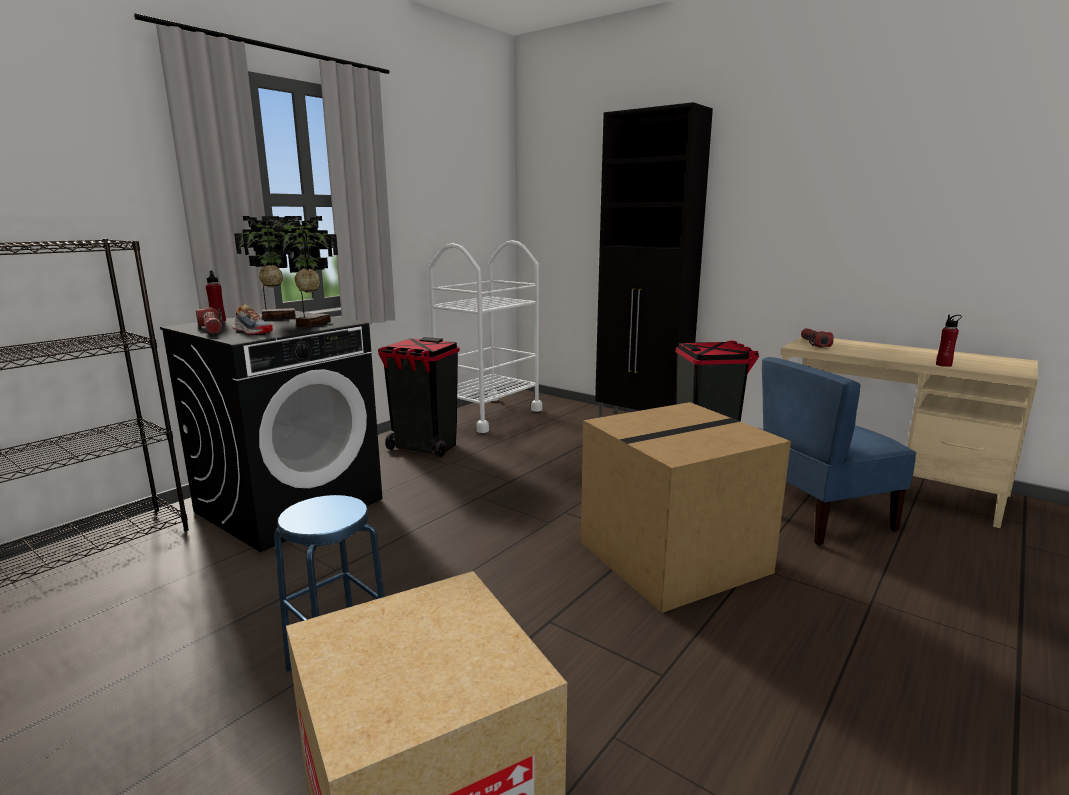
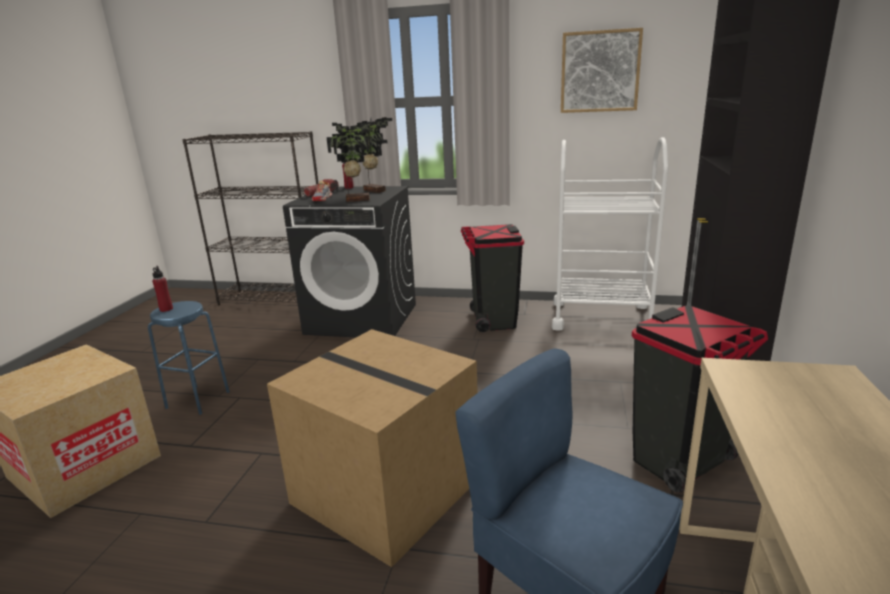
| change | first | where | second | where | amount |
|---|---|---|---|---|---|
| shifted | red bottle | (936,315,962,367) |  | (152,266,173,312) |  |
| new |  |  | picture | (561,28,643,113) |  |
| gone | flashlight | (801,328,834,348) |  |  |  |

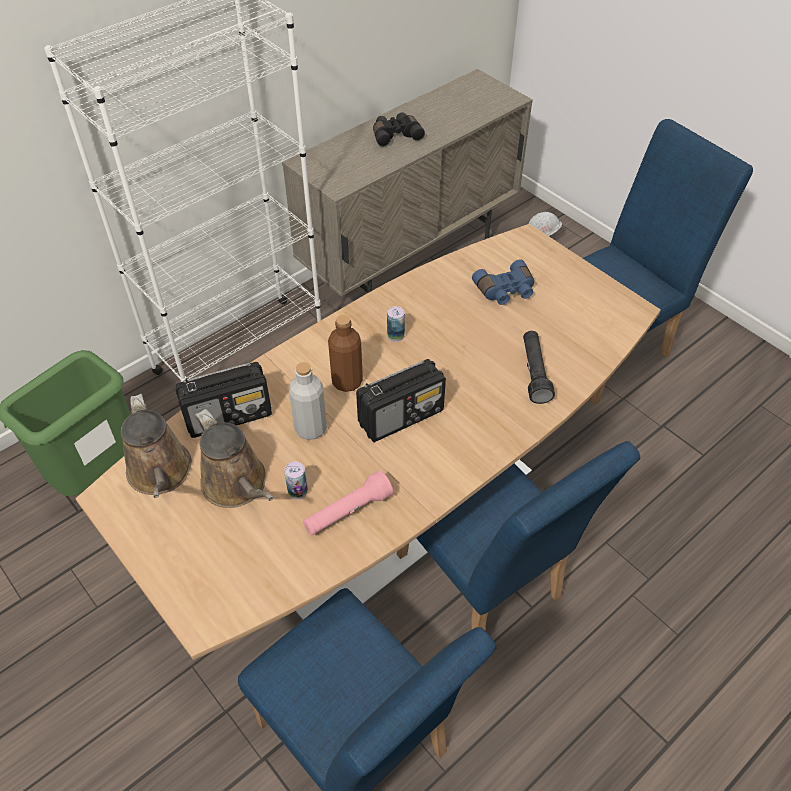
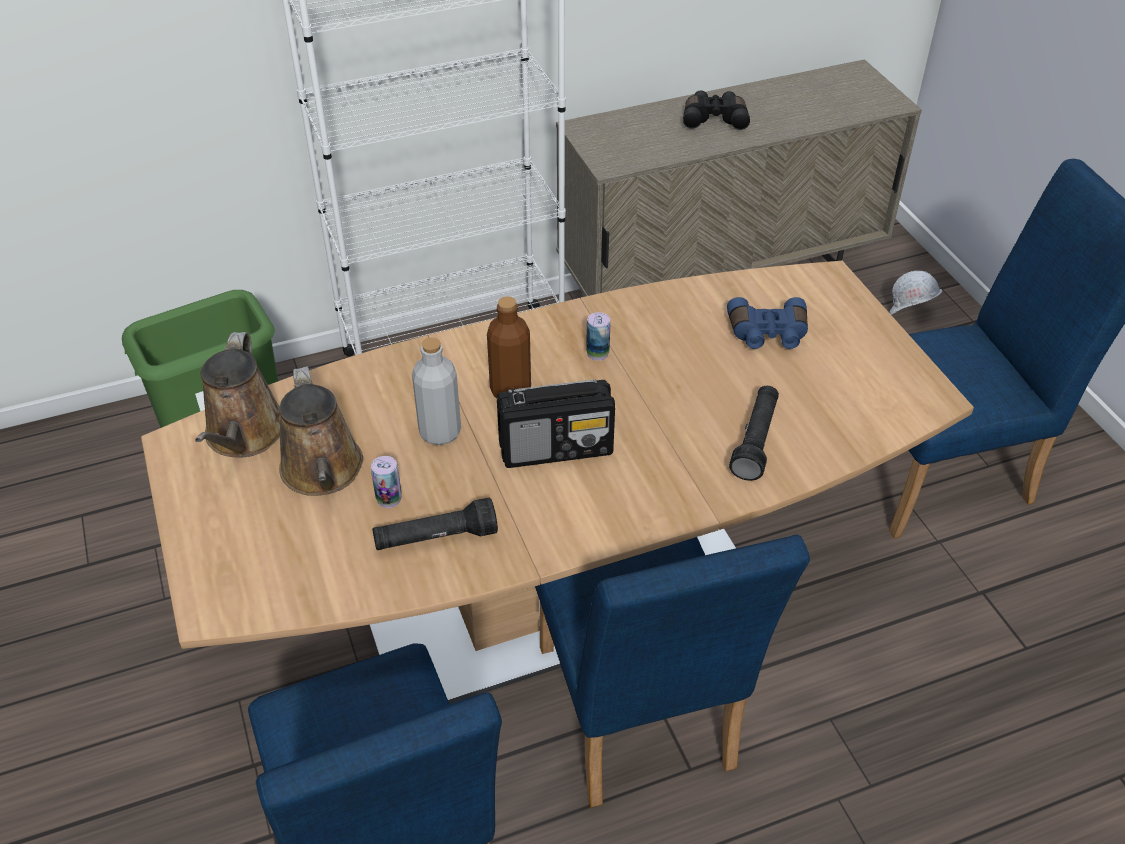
| change | first | where | second | where | amount |
|---|---|---|---|---|---|
| repainted | pink flashlight | (303,471,393,535) | black flashlight | (372,497,498,550) |  |
| gone | radio | (175,362,272,438) |  |  |  |

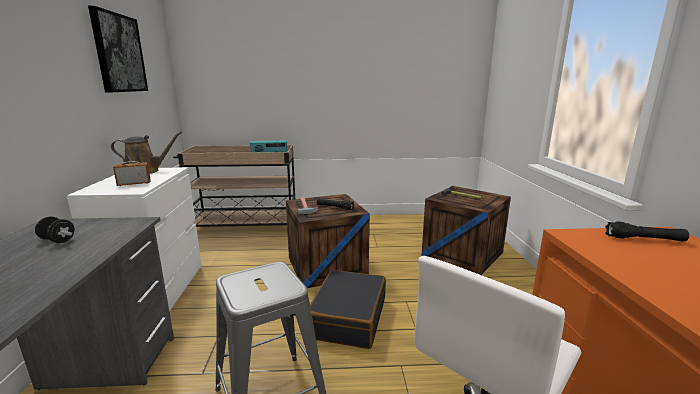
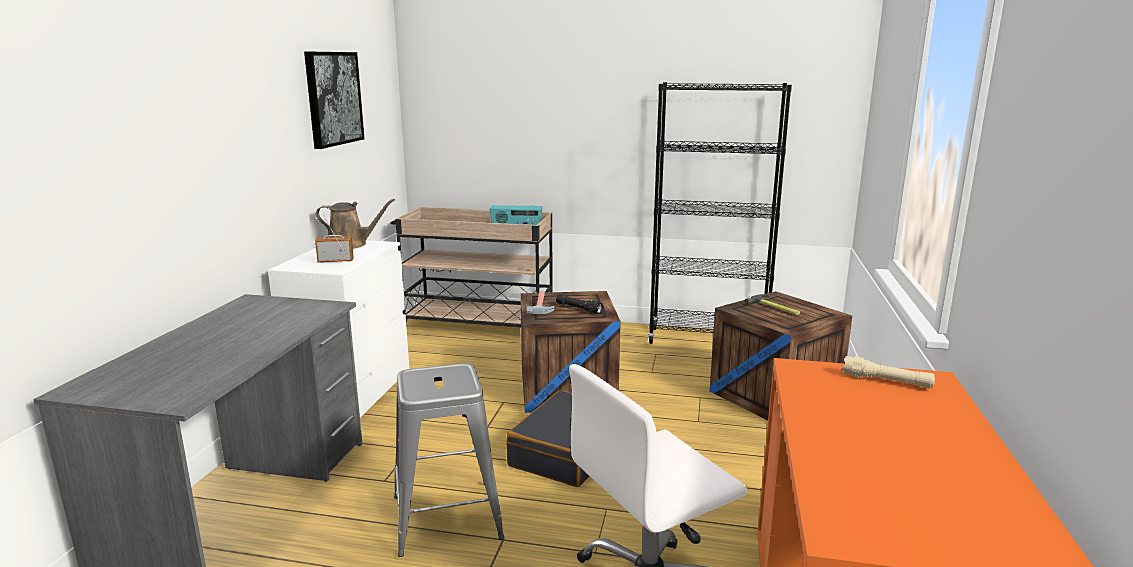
| change | first | where | second | where | amount |
|---|---|---|---|---|---|
| new |  |  | black bookcase | (648,82,792,344) |  |
| repainted | black flashlight | (605,221,689,242) | beige flashlight | (842,356,935,389) |  |
| gone | black dumbbell | (35,216,75,243) |  |  |  |

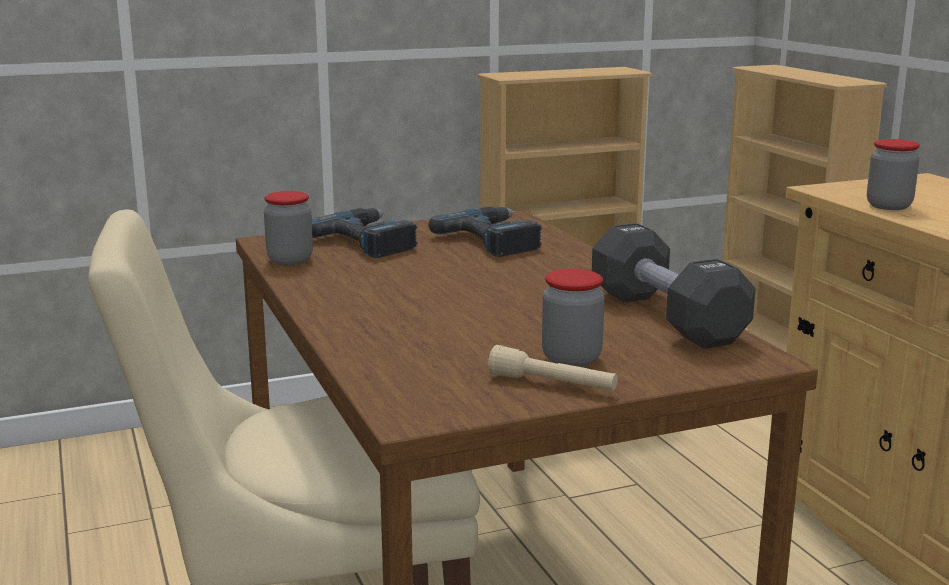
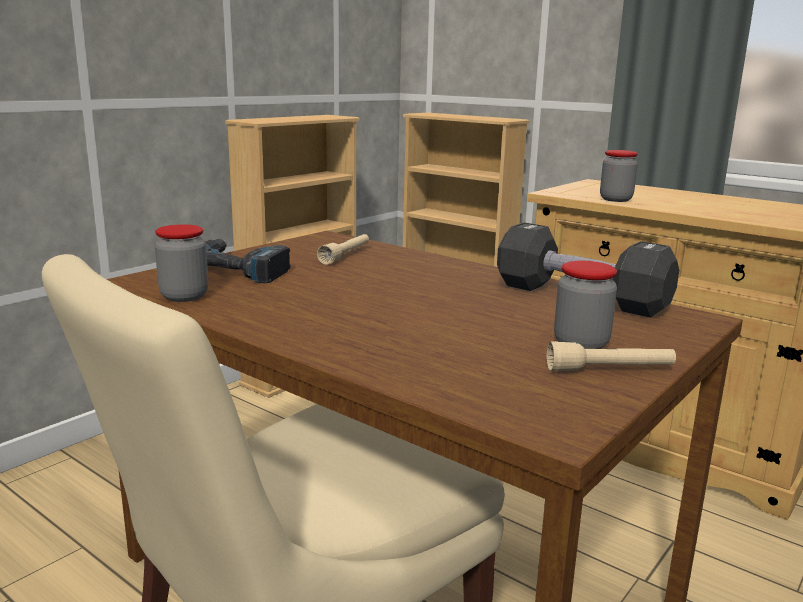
| change | first | where | second | where | amount |
|---|---|---|---|---|---|
| swapped | power drill | (428,207,542,257) | beige flashlight | (317,234,369,265) |  |

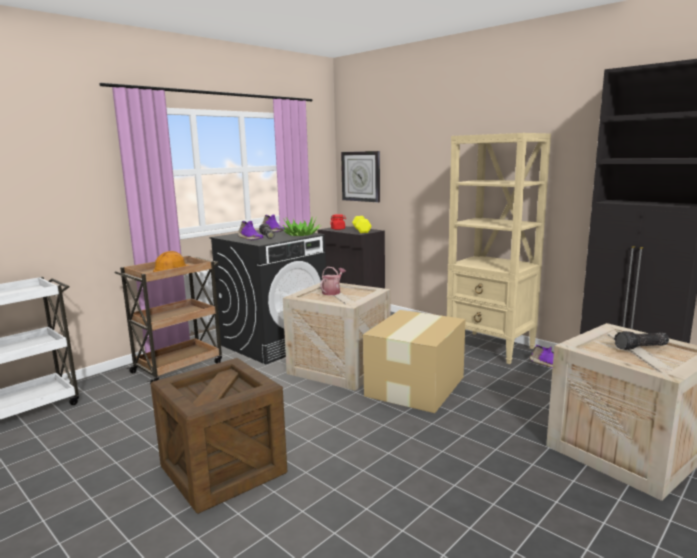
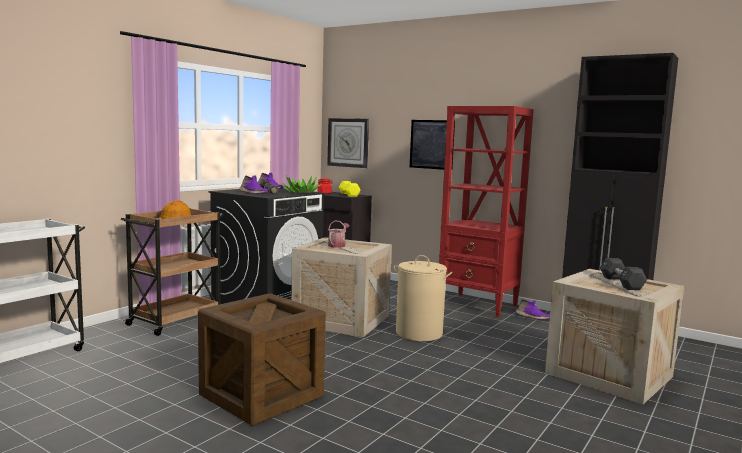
| change | first | where | second | where | amount |
|---|---|---|---|---|---|
| swapped | cardboard box | (363,310,466,413) | beige laundry basket | (394,255,452,341) |  |
| new |  |  | picture | (410,120,455,170) |  |
| repainted | beige bookcase | (447,133,551,364) | red bookcase | (439,106,534,317) |  |
| swapped | flashlight | (614,331,669,350) | black dumbbell | (600,258,647,290) |  |

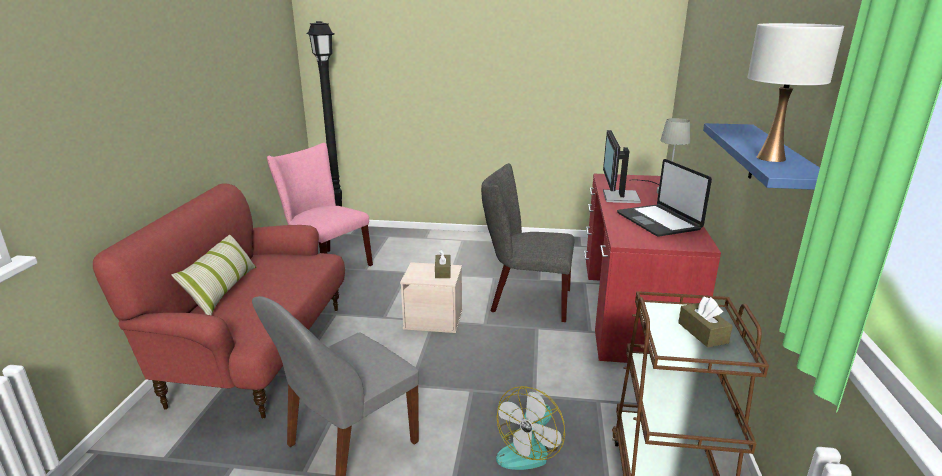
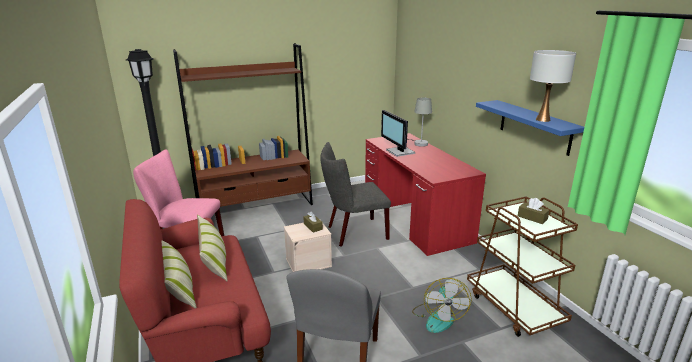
| change | first | where | second | where | amount |
|---|---|---|---|---|---|
| new |  |  | brown bookcase | (173,43,313,207) |  |
| new |  |  | pillow | (197,215,228,281) |  |
| gone | laptop | (617,159,712,236) |  |  |  |

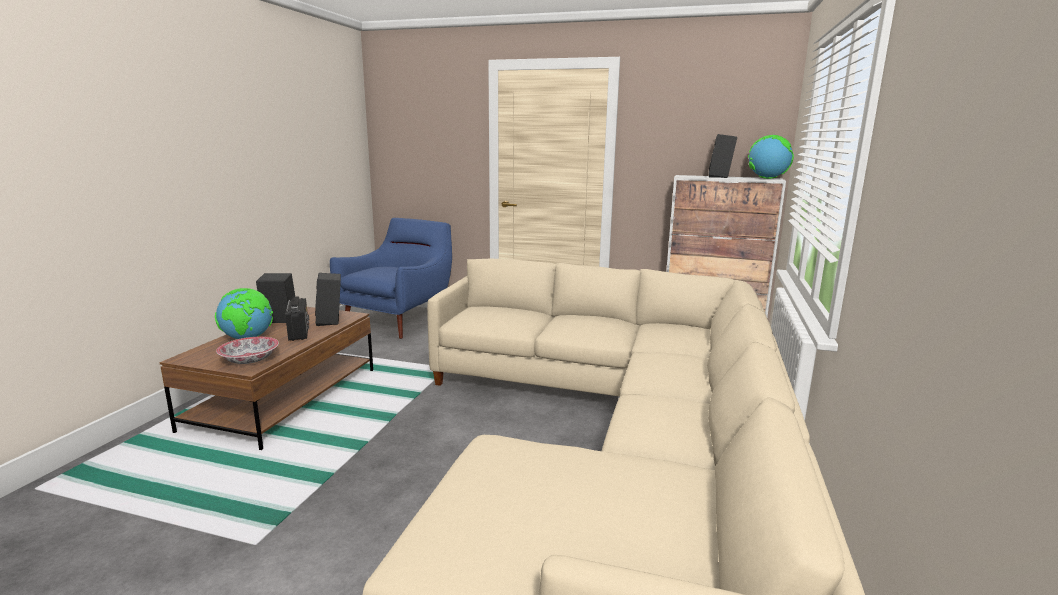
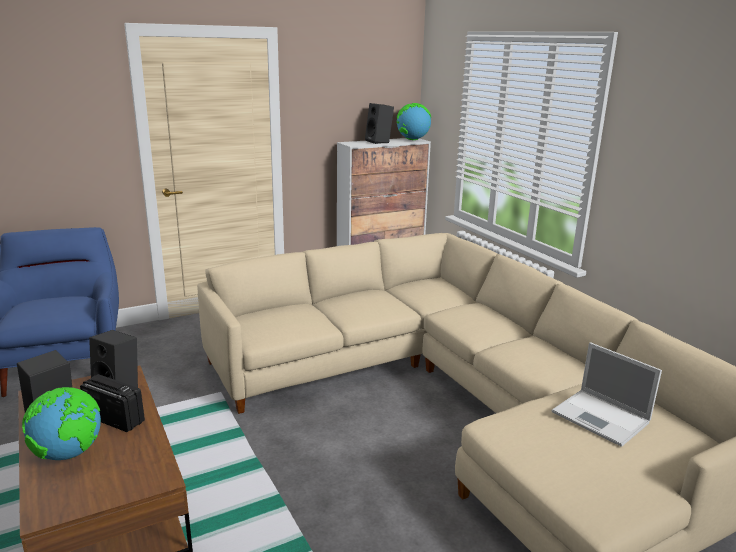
| change | first | where | second | where | amount |
|---|---|---|---|---|---|
| new |  |  | laptop | (552,342,662,447) |  |
| gone | bowl | (216,337,279,364) |  |  |  |

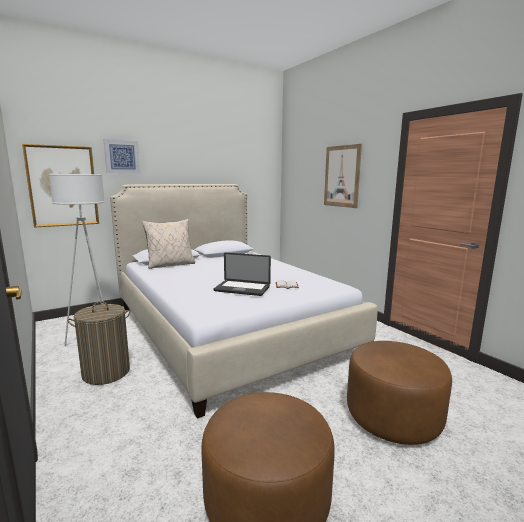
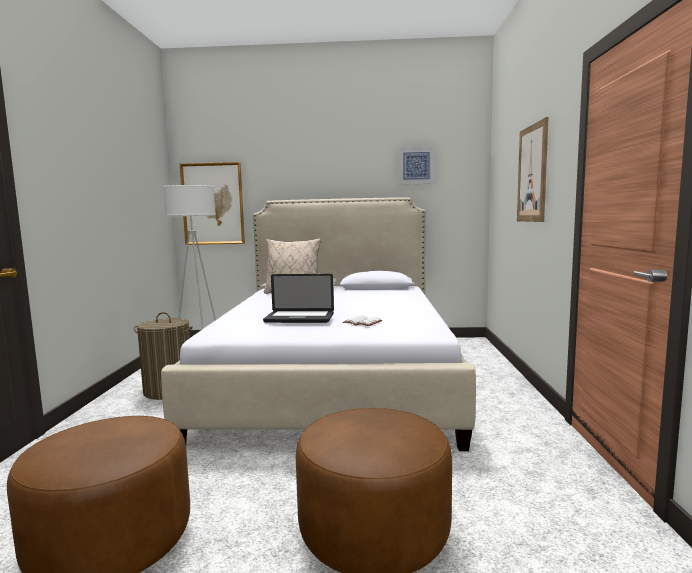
| change | first | where | second | where | amount |
|---|---|---|---|---|---|
| rotated | laptop | (214,253,271,296) |  | (263,274,334,323) | 45 degrees counterclockwise |
| shifted | picture | (103,139,140,174) |  | (398,146,435,185) |  |

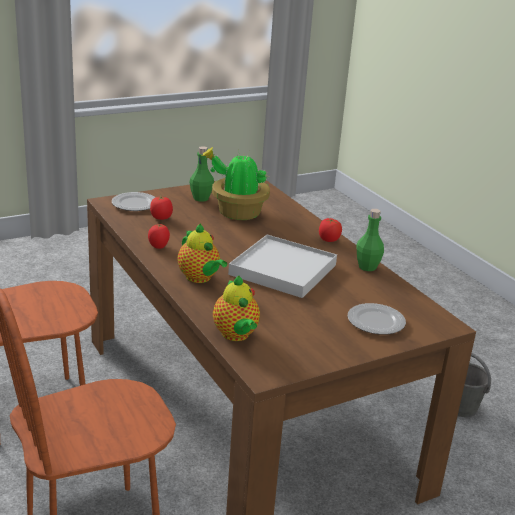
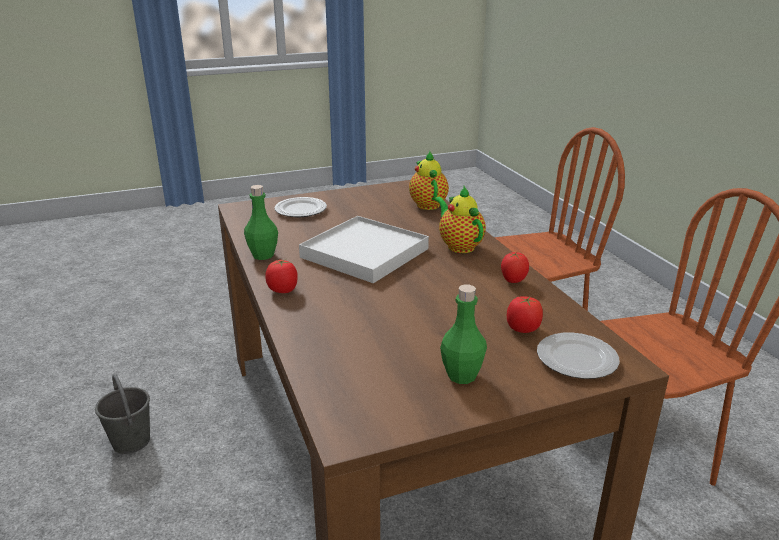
| change | first | where | second | where | amount |
|---|---|---|---|---|---|
| gone | potted plant | (201,147,270,220) |  |  |  |

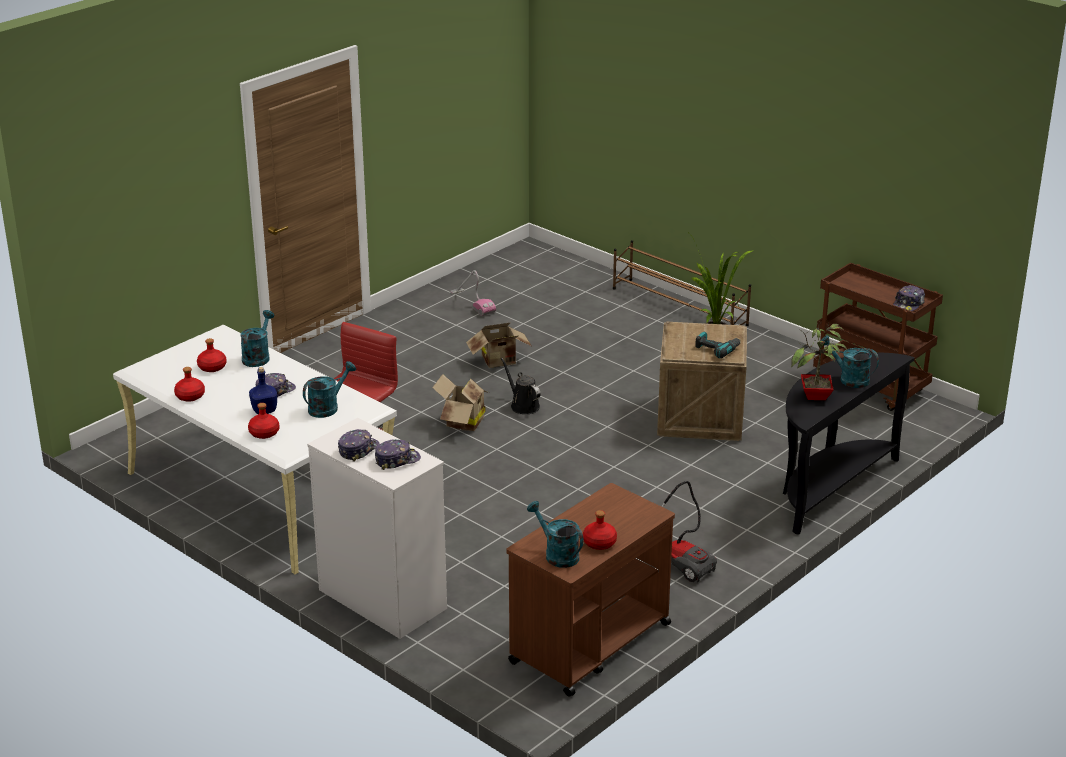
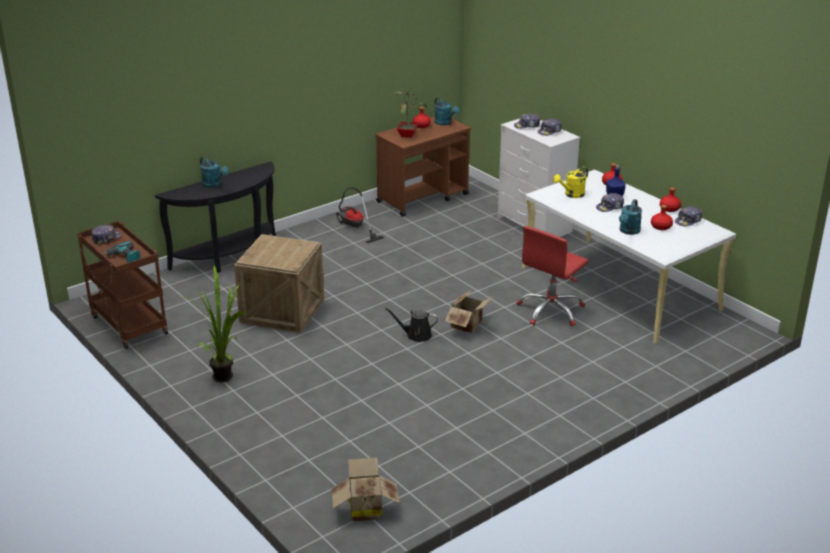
| change | first | where | second | where | amount |
|---|---|---|---|---|---|
| shifted | power drill | (695,332,740,358) |  | (103,241,141,262) |  |
| shifted | cardboard box | (466,322,531,368) |  | (331,457,399,522) |  |
| rotated | black watering can | (501,358,541,414) |  | (385,308,438,342) | 120 degrees clockwise |
| shifted | potted plant | (791,320,847,400) |  | (393,91,427,138) |  |
| repainted | turquoise watering can | (303,361,356,418) | yellow watering can | (553,166,588,198) |  |
| new |  |  | cap | (675,206,702,226) |  |
| gone | vacuum cleaner | (450,270,496,316) |  |  |  |
| gone | brown shoe rack | (613,240,751,326) |  |  |  |

